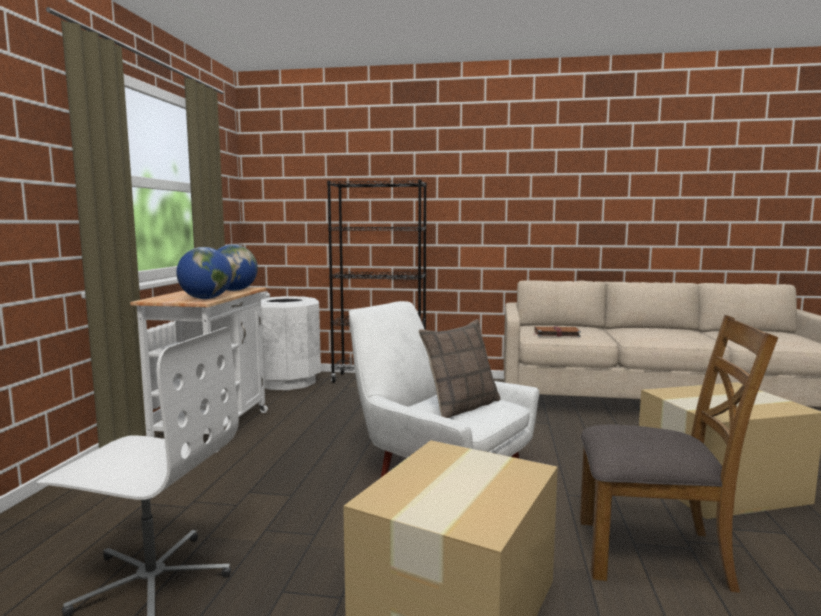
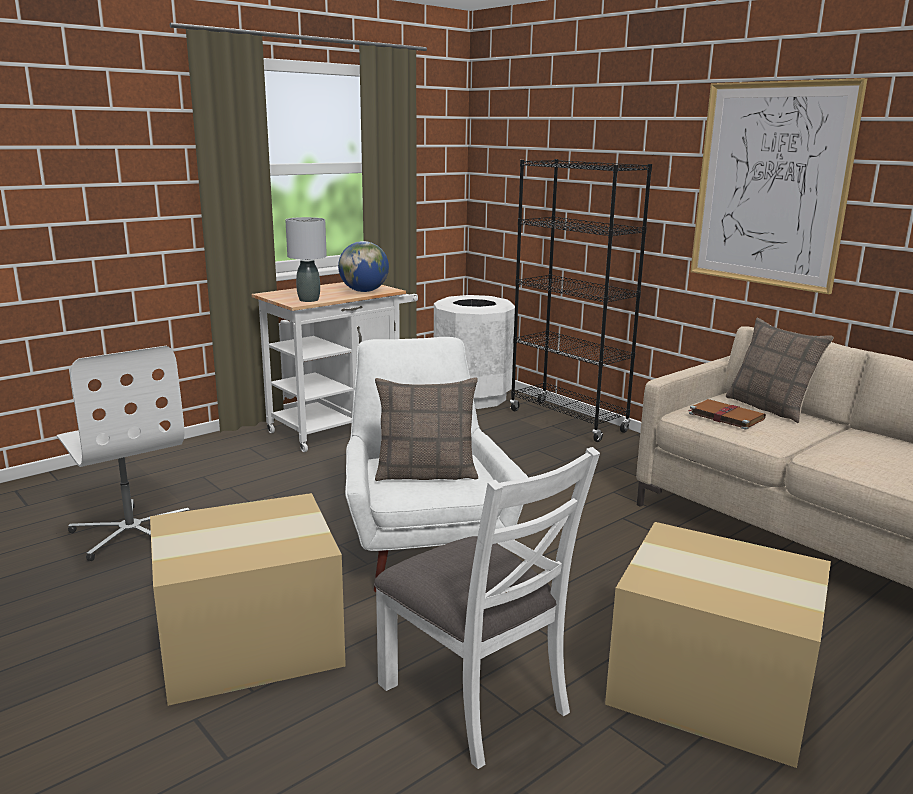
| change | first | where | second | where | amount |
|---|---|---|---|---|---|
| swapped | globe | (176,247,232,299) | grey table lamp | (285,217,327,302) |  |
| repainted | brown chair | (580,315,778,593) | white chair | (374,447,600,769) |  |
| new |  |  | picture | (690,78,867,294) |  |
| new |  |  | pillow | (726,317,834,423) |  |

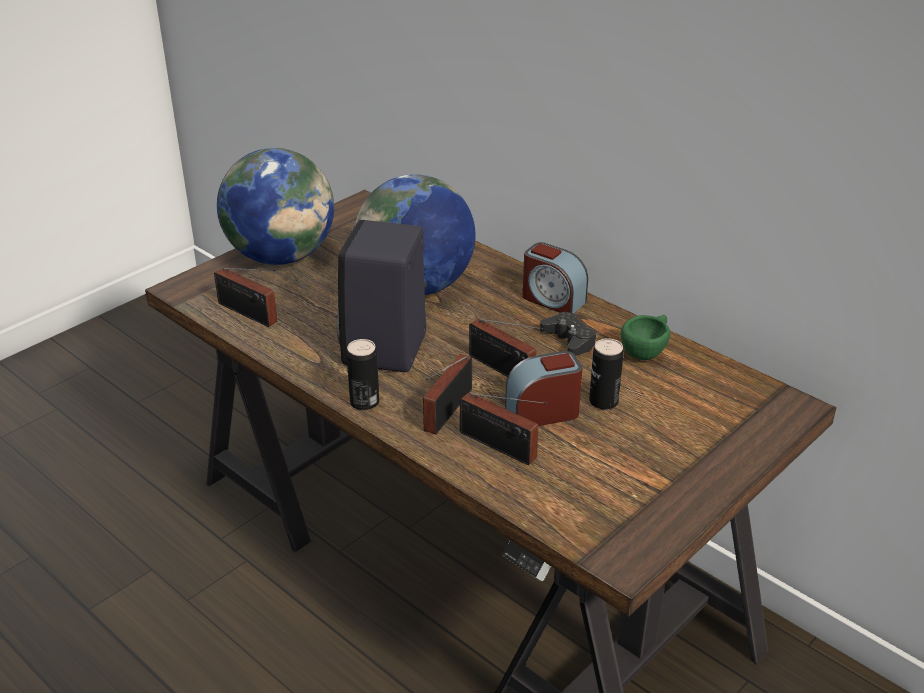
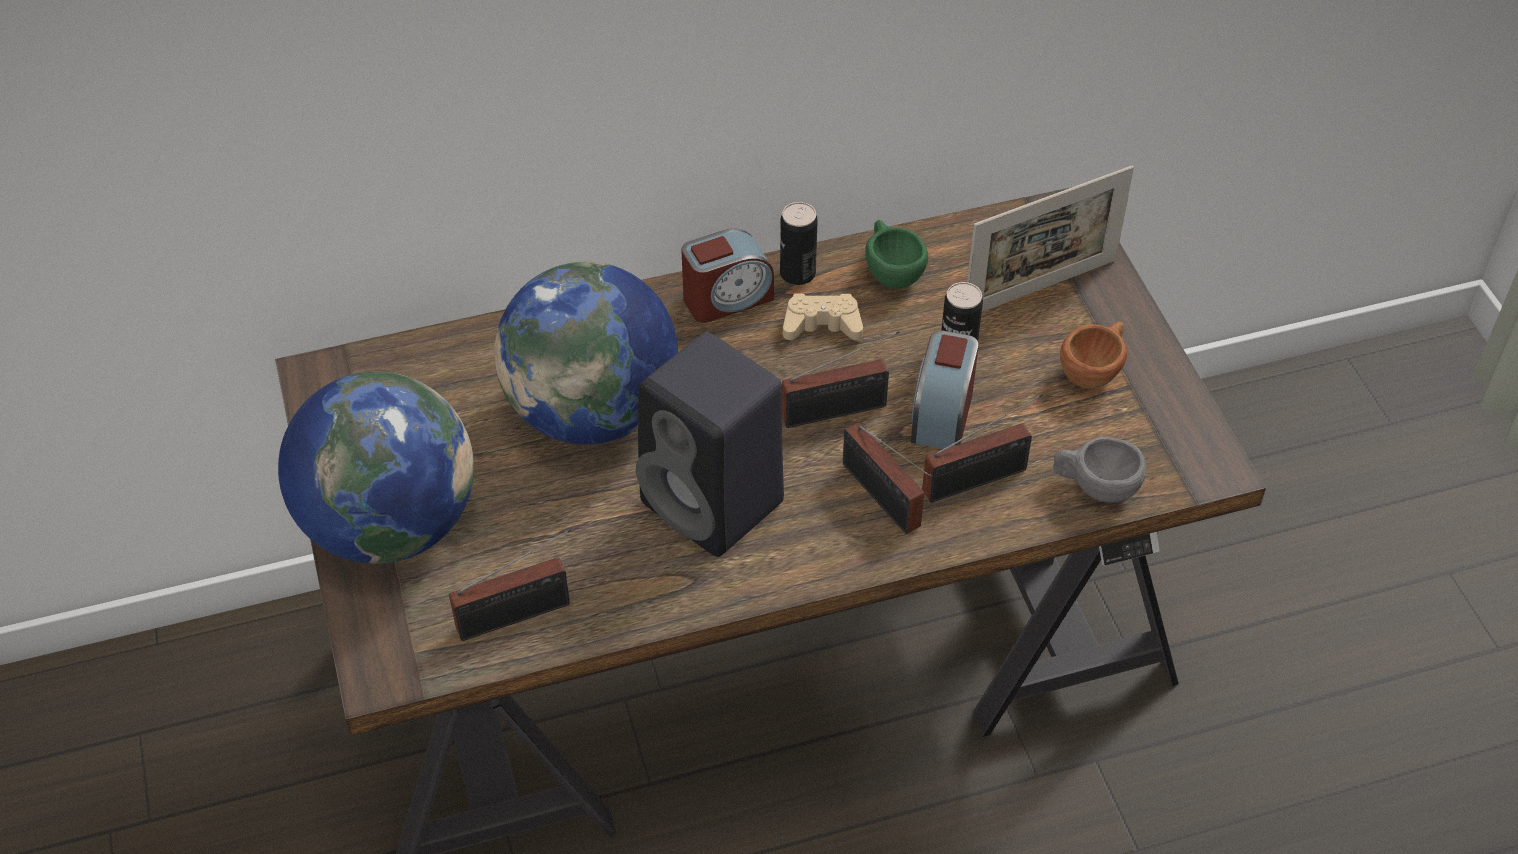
| change | first | where | second | where | amount |
|---|---|---|---|---|---|
| shifted | can | (347,339,379,410) |  | (780,202,818,285) |  |
| repainted | black game controller | (540,312,596,356) | beige game controller | (783,294,863,340) |  |
| new |  |  | picture frame | (967,165,1134,312) |  |
| new |  |  | grey cup | (1053,437,1146,503) |  |
| new |  |  | brown cup | (1060,322,1127,389) |  |

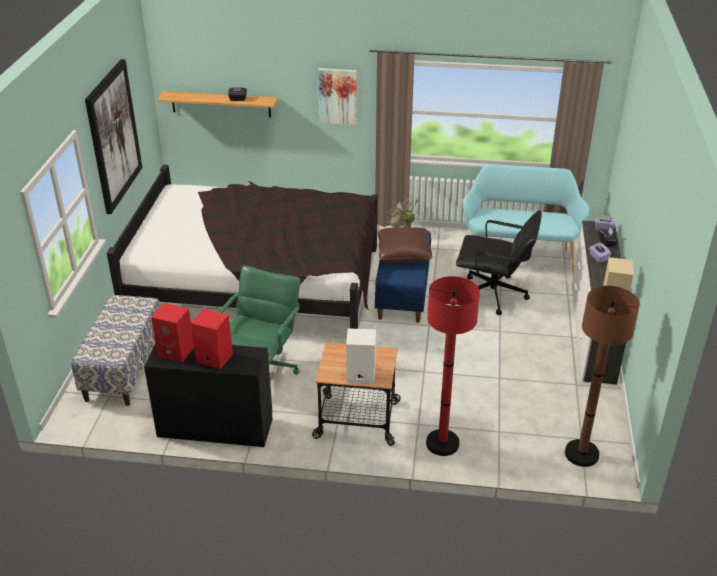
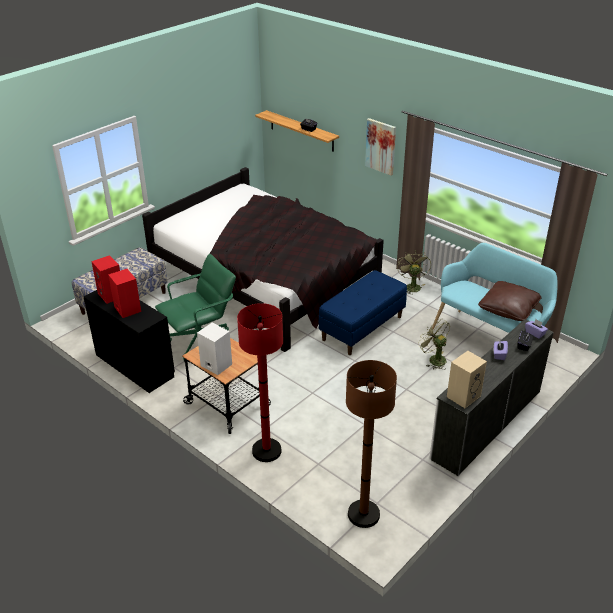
| change | first | where | second | where | amount |
|---|---|---|---|---|---|
| swapped | black office chair | (456,210,542,315) | green fan | (418,319,450,370) |  |
| shifted | brown pillow | (378,227,432,263) |  | (478,281,542,321) |  |
| gone | picture | (85,59,142,214) |  |  |  |

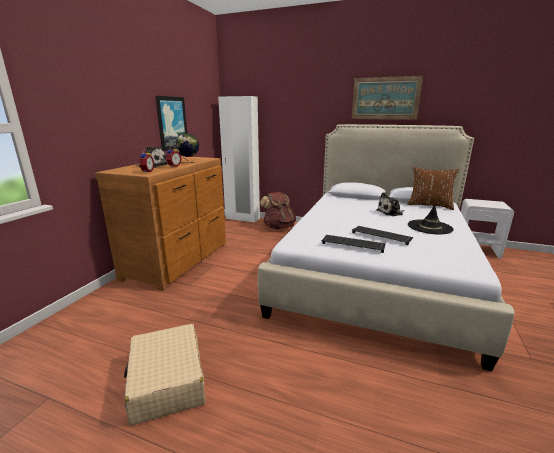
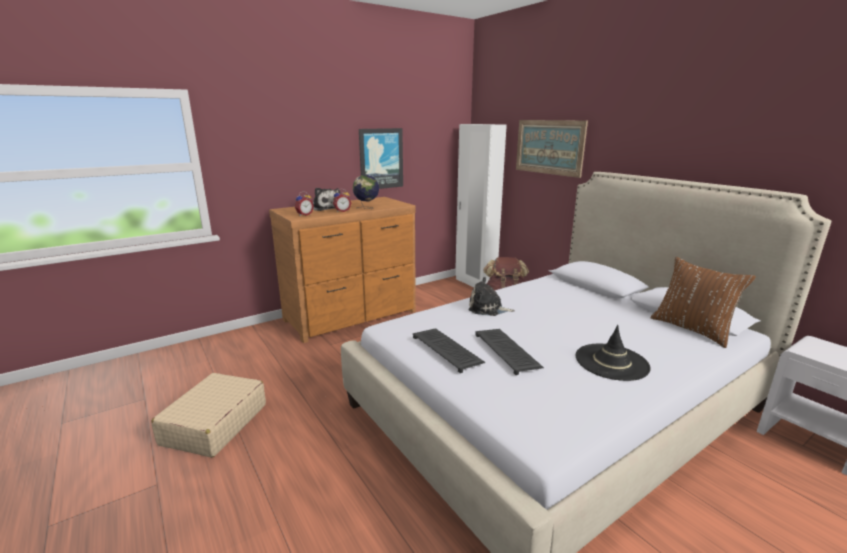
| change | first | where | second | where | amount |
|---|---|---|---|---|---|
| shifted | plush toy | (376,192,404,216) |  | (468,277,515,316) |  |
| shifted | picture | (352,76,423,120) |  | (516,120,588,178) |  |

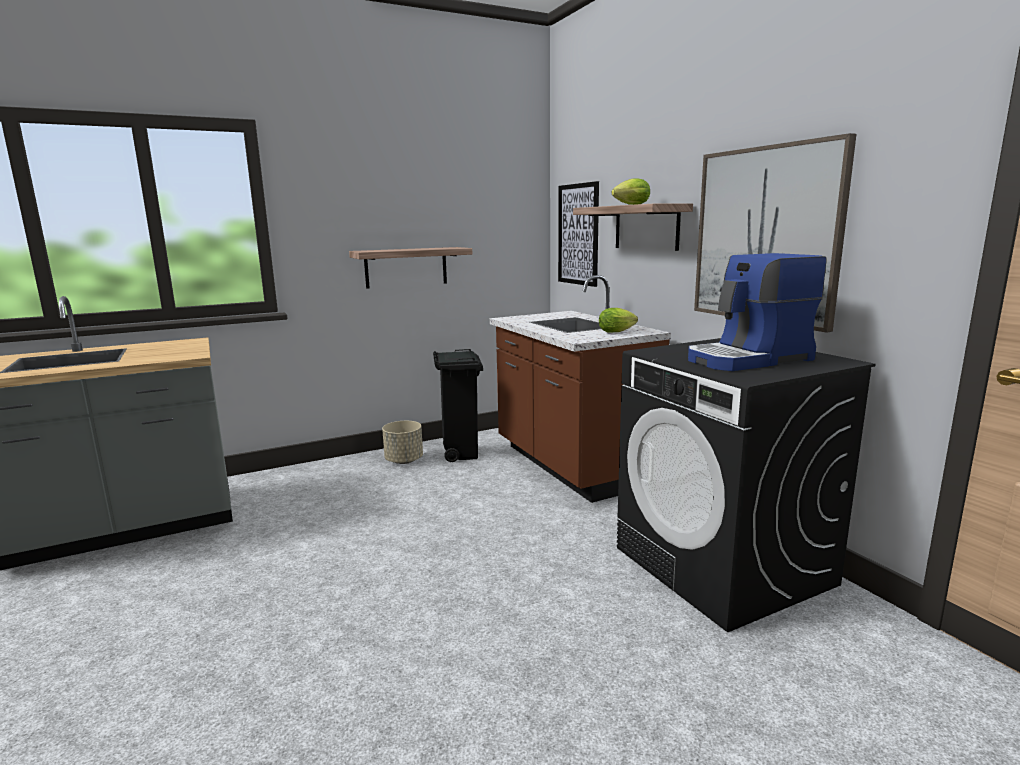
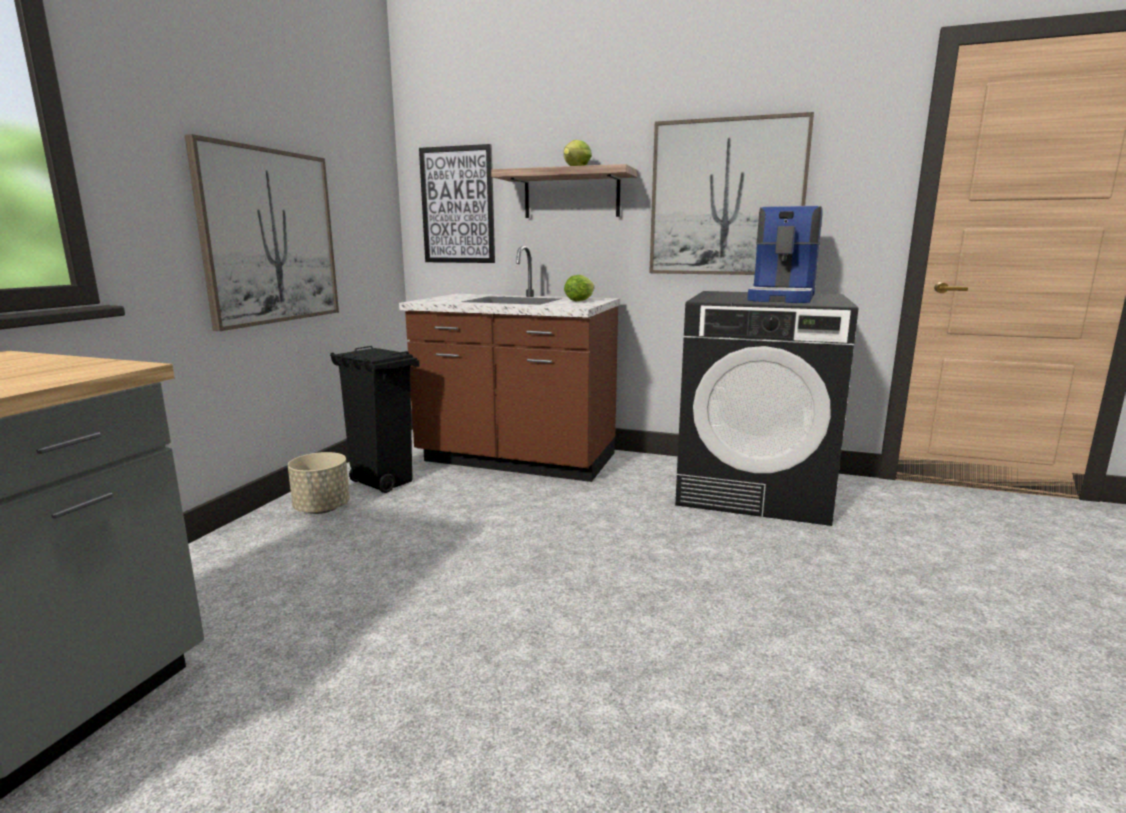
| change | first | where | second | where | amount |
|---|---|---|---|---|---|
| swapped | shelf | (349,247,472,289) | picture | (185,134,339,331) |  |

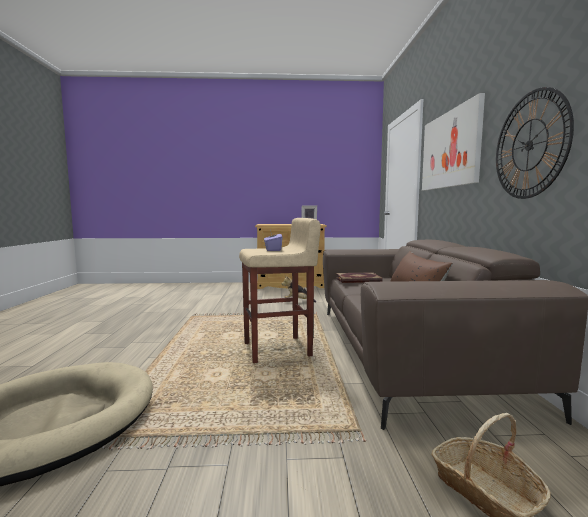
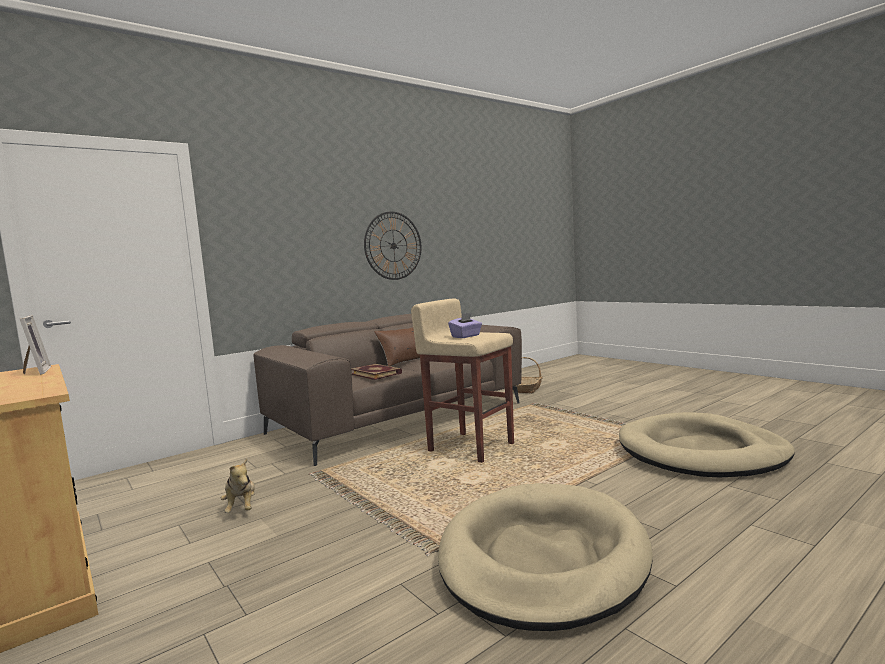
| change | first | where | second | where | amount |
|---|---|---|---|---|---|
| new |  |  | beige dog bed | (438,483,653,631) |  |
| gone | picture | (422,93,485,191) |  |  |  |

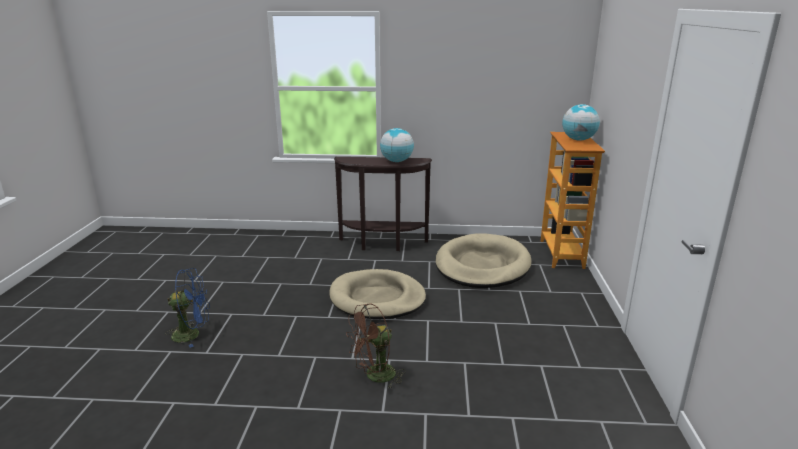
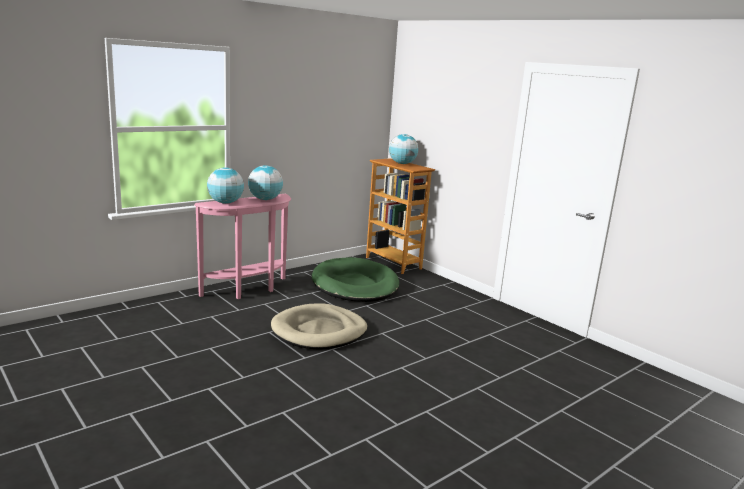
| change | first | where | second | where | amount |
|---|---|---|---|---|---|
| repainted | brown console table | (334,157,432,251) | pink console table | (194,194,291,299) |  |
| new |  |  | globe | (207,167,244,204) |  |
| repainted | beige dog bed | (436,233,532,288) | green dog bed | (312,257,399,302) |  |
| gone | blue fan | (165,268,210,348) |  |  |  |
| gone | brown fan | (346,303,406,389) |  |  |  |

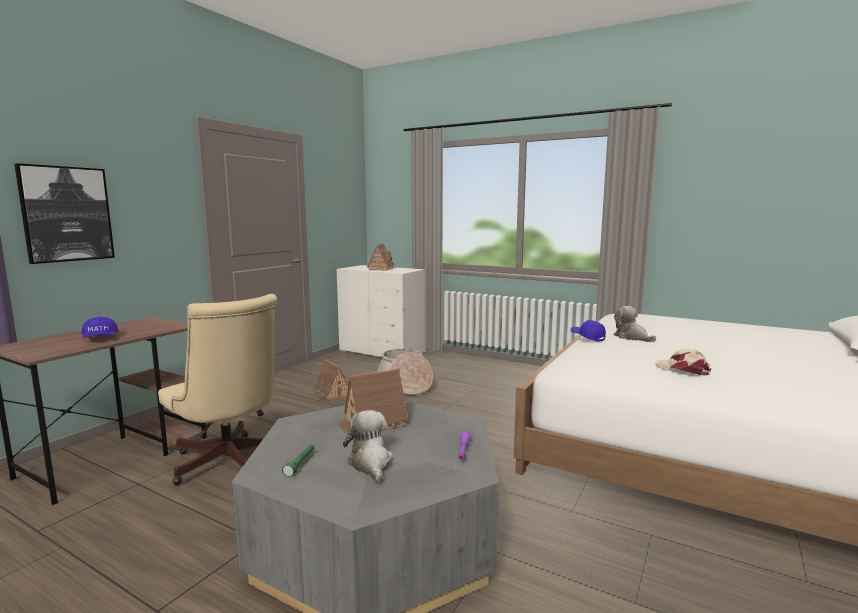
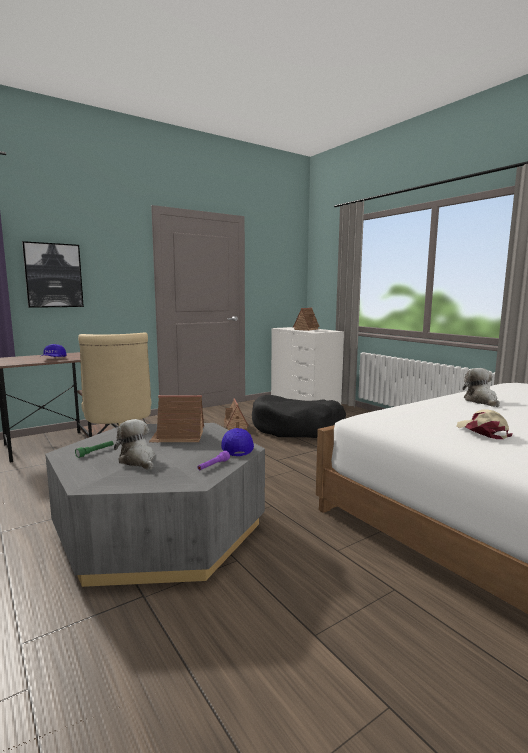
| change | first | where | second | where | amount |
|---|---|---|---|---|---|
| rotated | plush toy | (343,410,394,483) |  | (114,419,155,470) | 45 degrees counterclockwise |
| shifted | blue cap | (571,320,606,342) |  | (221,428,254,456) |  |
| swapped | basket | (377,349,433,395) | black dog bed | (252,395,346,438) |  |

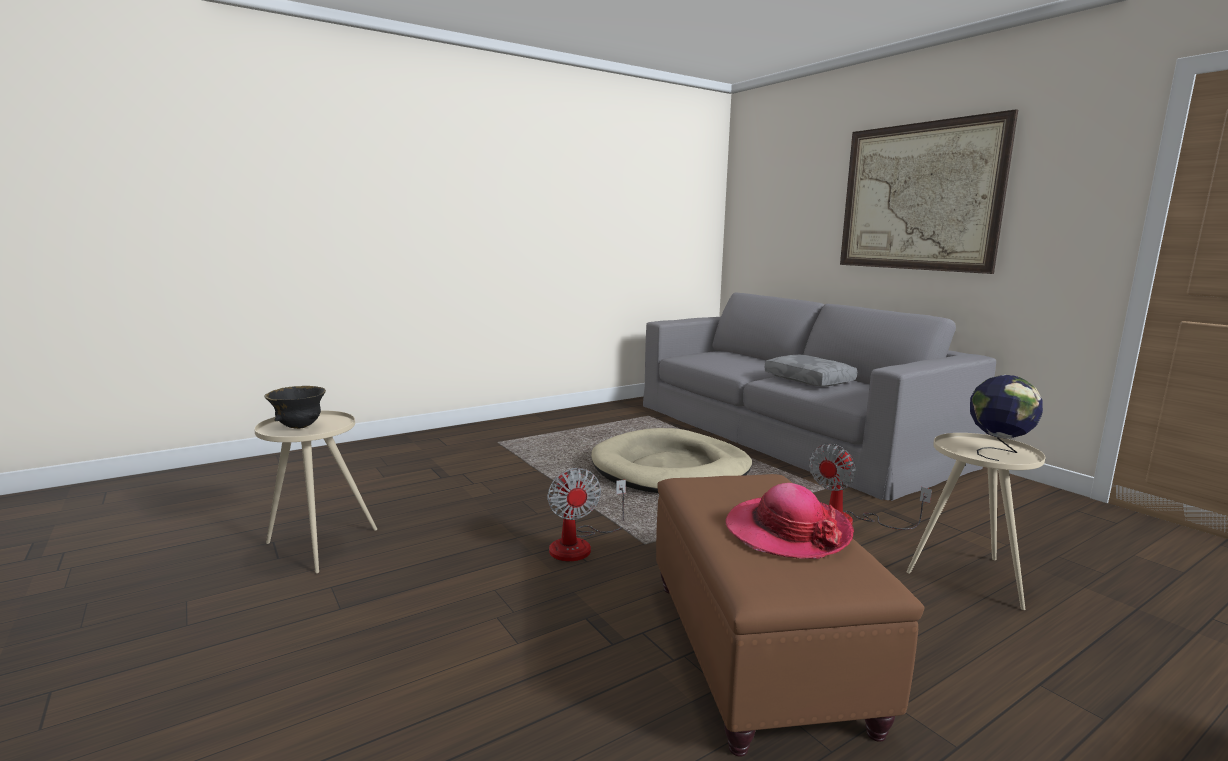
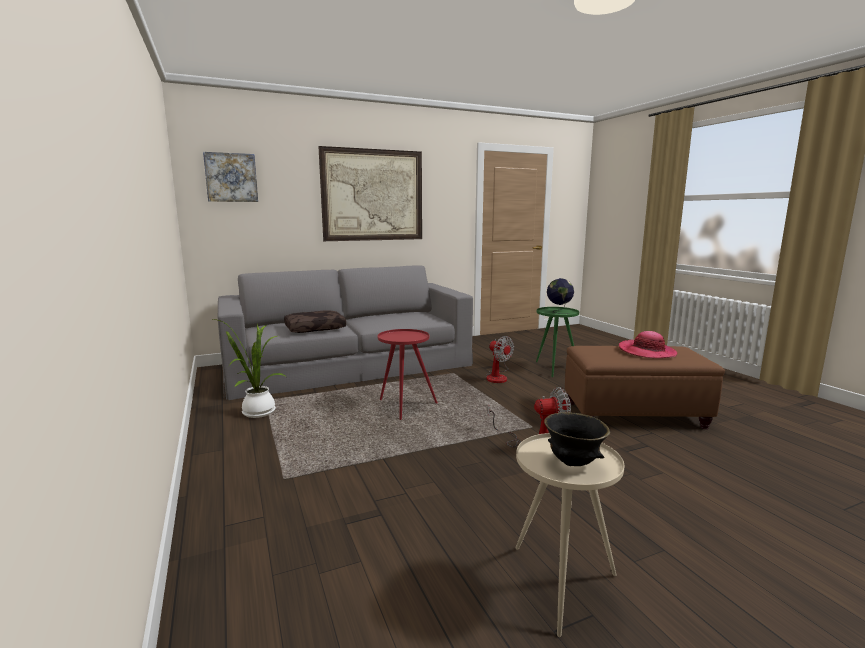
| change | first | where | second | where | amount |
|---|---|---|---|---|---|
| new |  |  | picture | (203,152,258,202) |  |
| new |  |  | potted plant | (213,319,286,418) |  |
| new |  |  | brown pillow | (284,310,346,333) |  |
| swapped | beige dog bed | (591,428,752,493) | red side table | (378,329,438,420) |  |
| repainted | beige side table | (907,433,1045,610) | green side table | (536,307,579,377) |  |
| gone | grey pillow | (765,355,857,387) |  |  |  |

